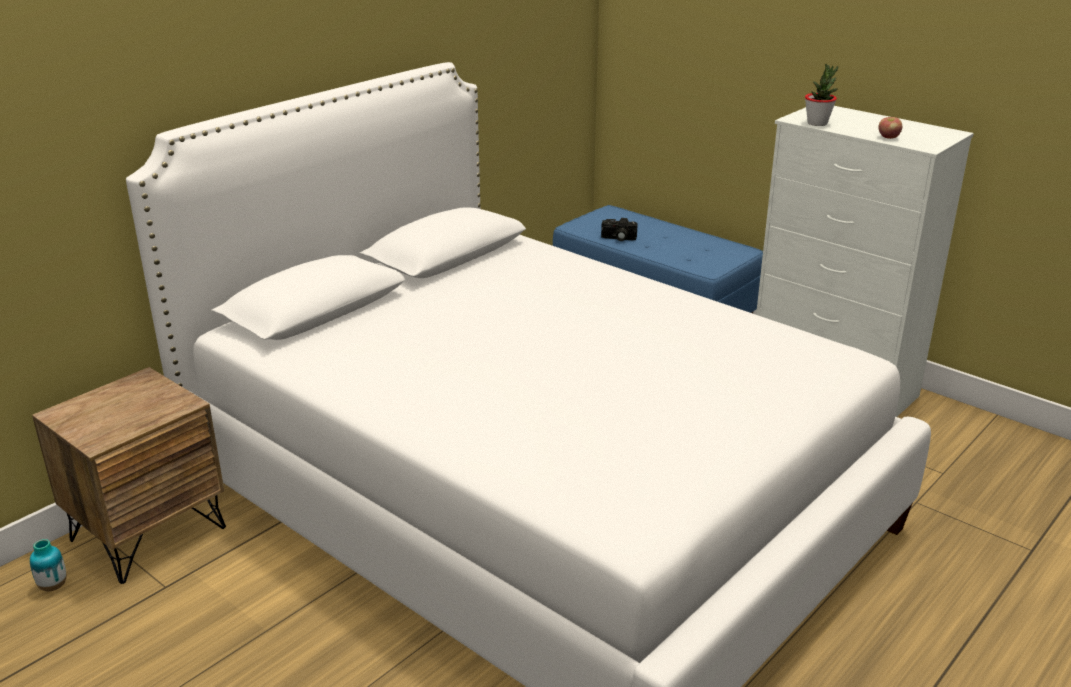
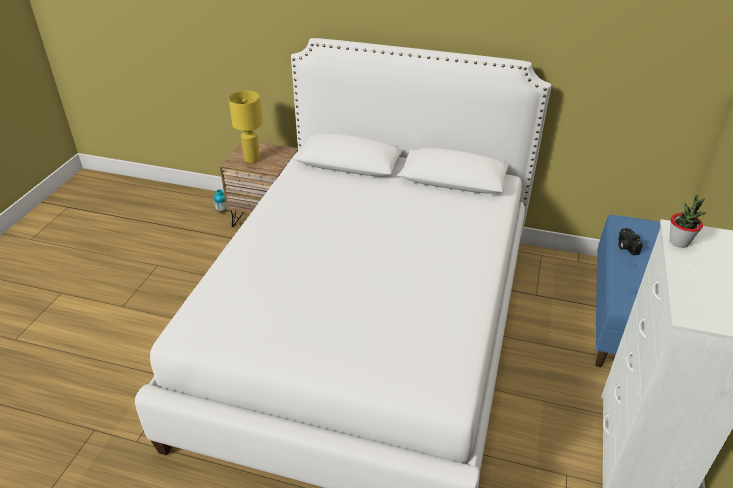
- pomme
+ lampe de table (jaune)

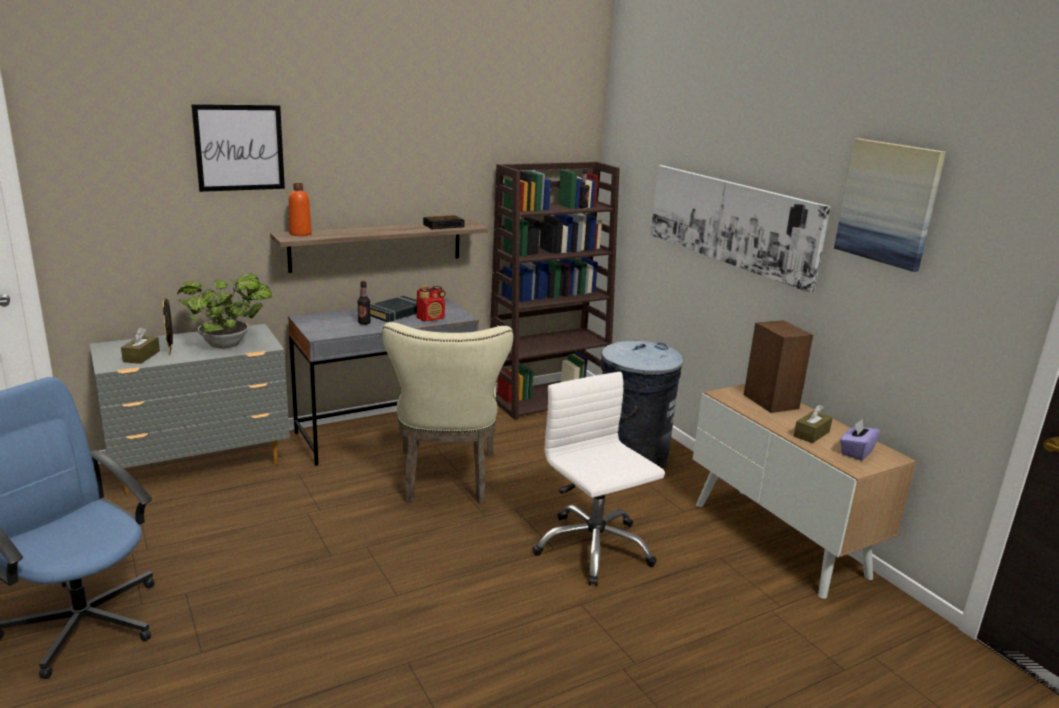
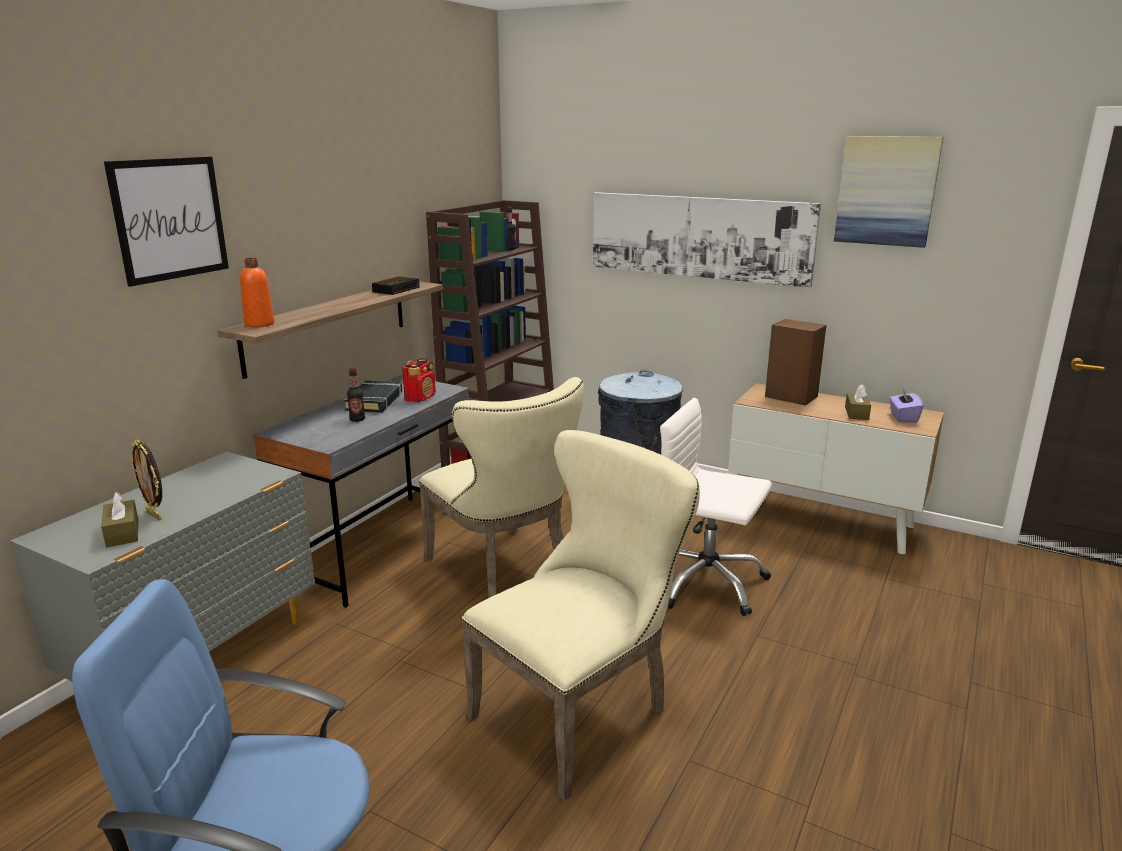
- plante en pot
+ chaise (beige) (no. 2 from left)

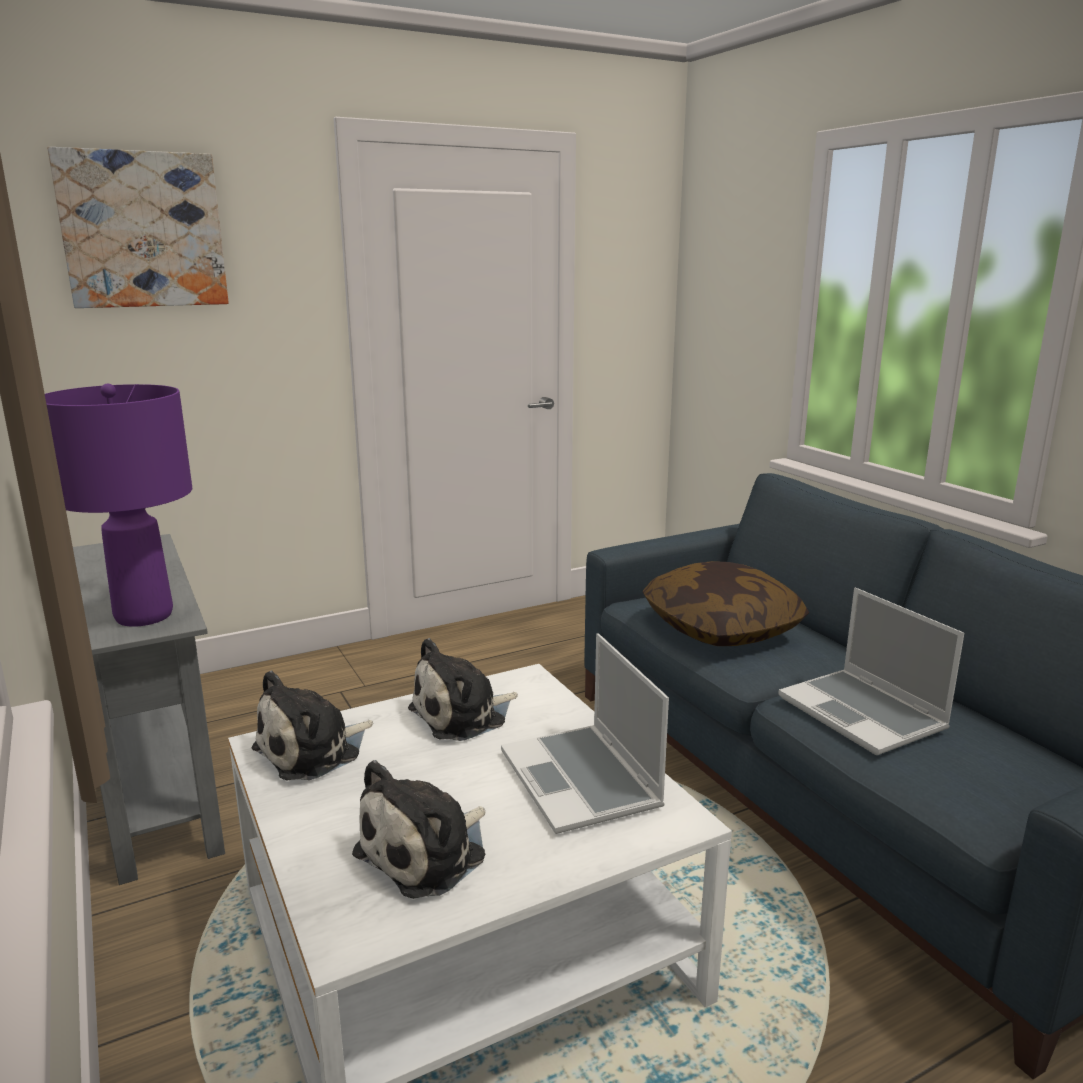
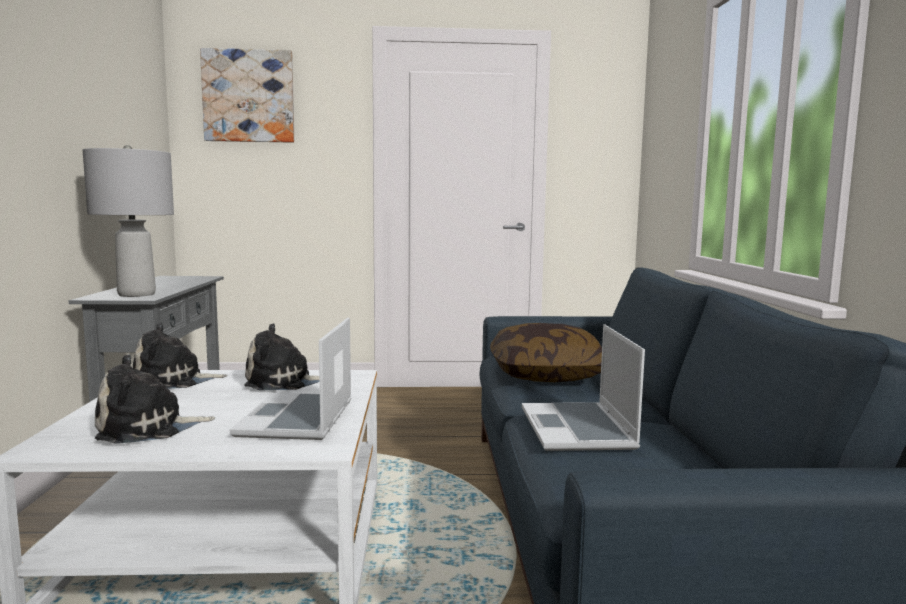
~ lampe de table (violet) to lampe de table (gris)

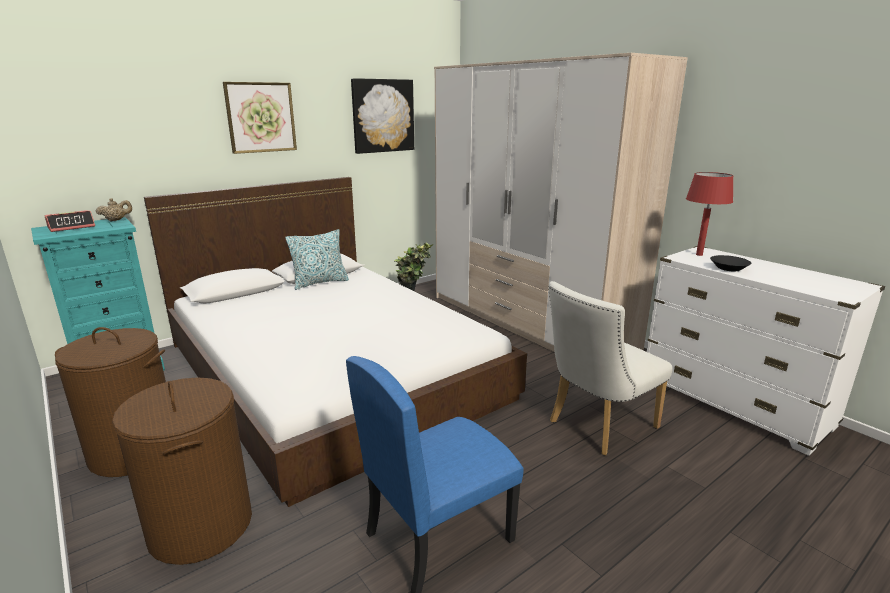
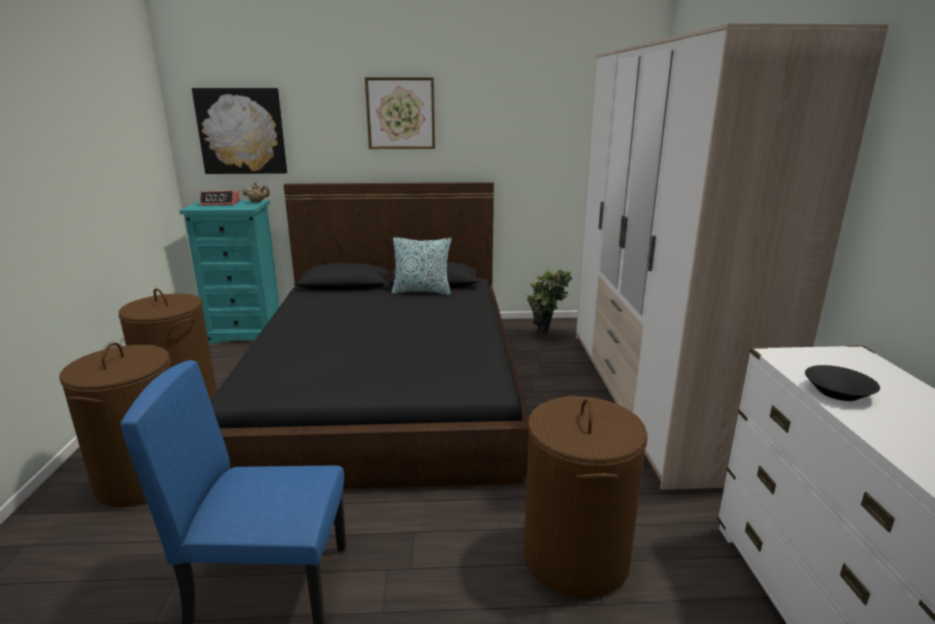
~ tableau (no. 2 from left in the first image) to tableau (no. 1 from left)
- lampe de table (rouge)
~ lit (blanc) to lit (noir)
~ chaise (blanc) to panier à linge (marron) (no. 3 from left)

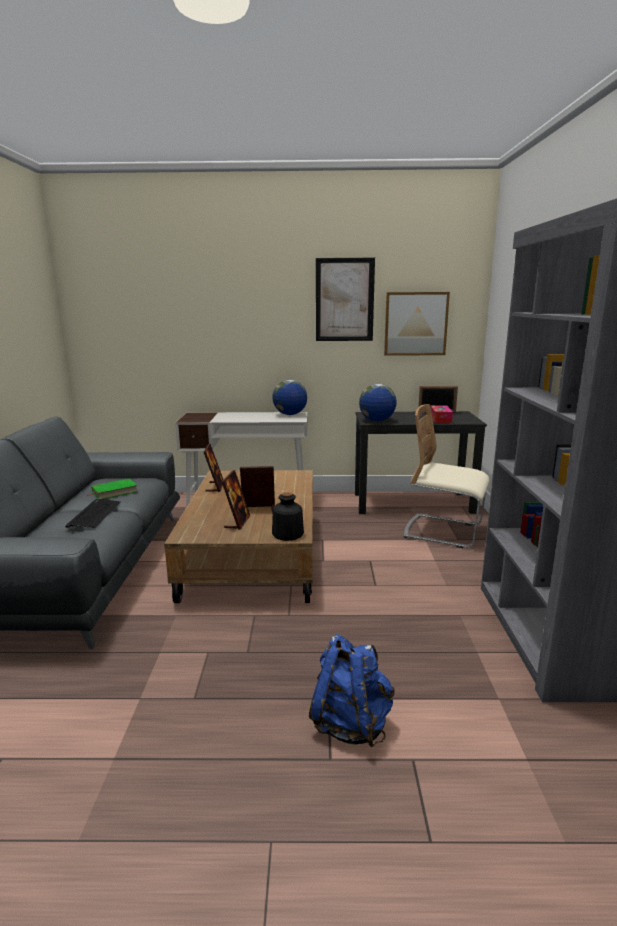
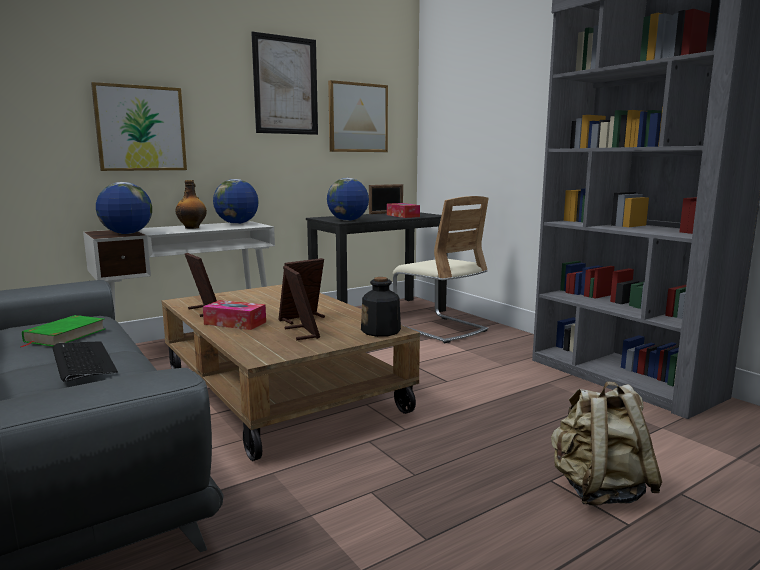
~ chaise (beige) 120 degrees counterclockwise
~ sac à dos (bleu) to sac à dos (beige)
+ tableau (no. 1 from left)
+ bouteille (no. 1 from left)
+ globe (no. 1 from left)
+ boîte à mouchoirs (no. 1 from left)

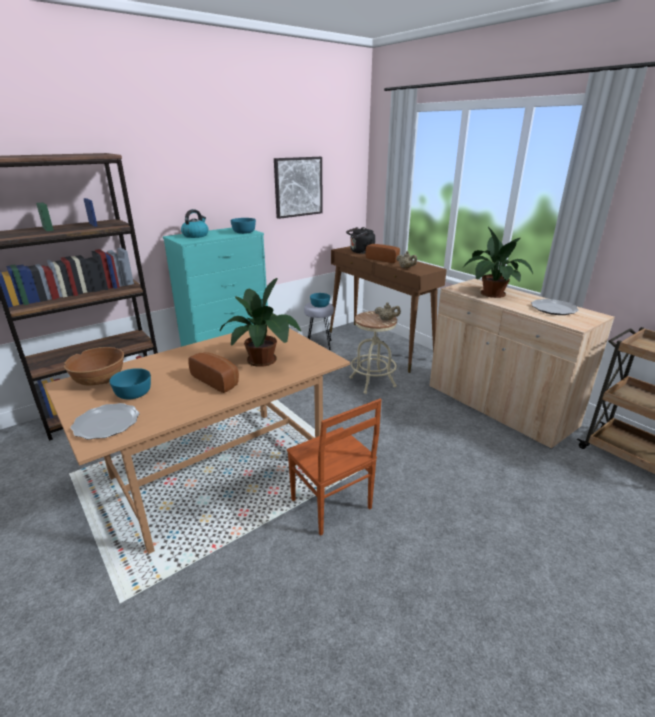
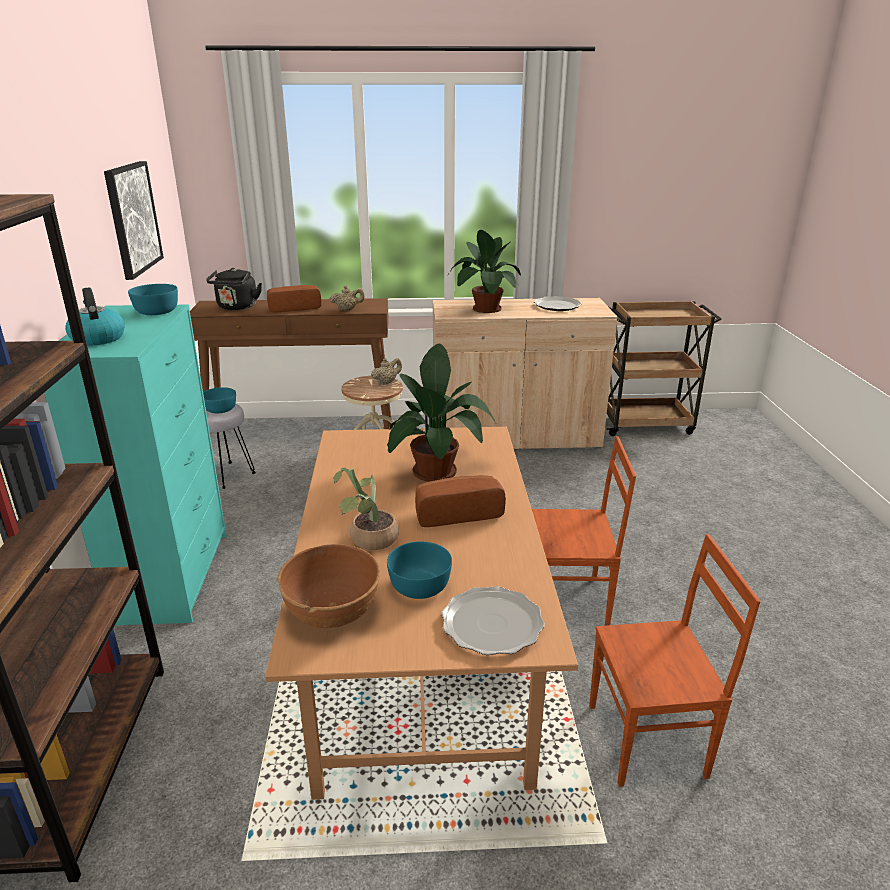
+ plante en pot (no. 1 from left)
+ chaise (marron) (no. 2 from left)

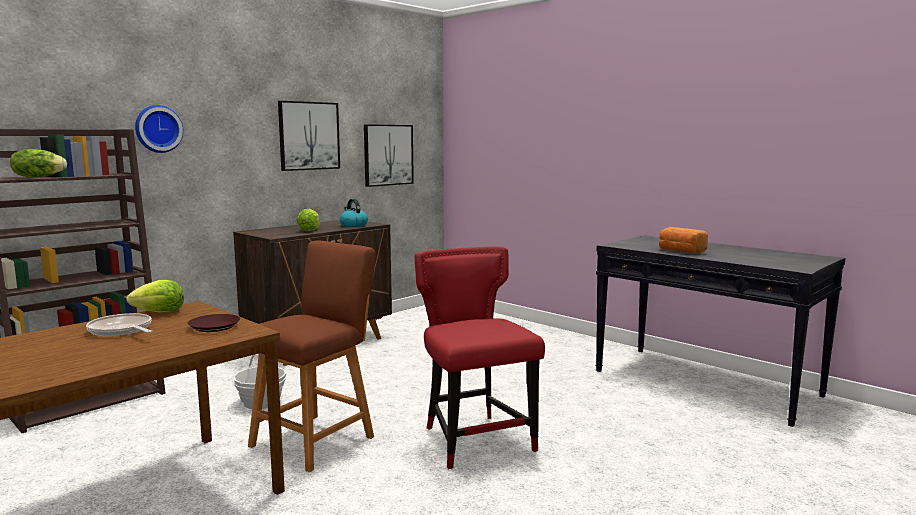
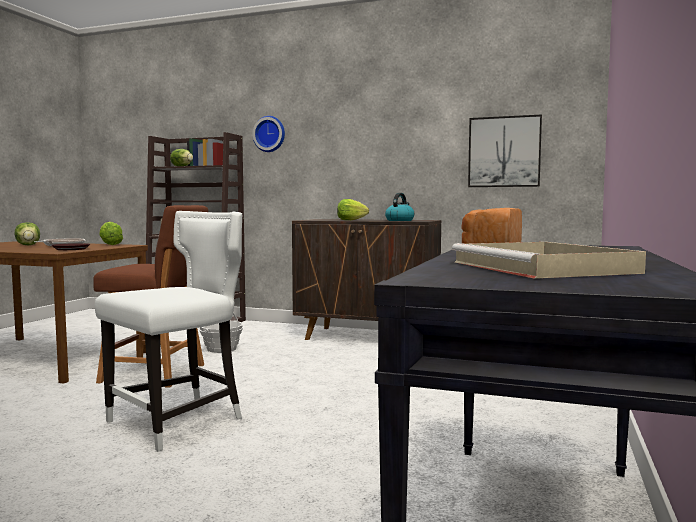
- tableau (no. 1 from left)
~ chaise (rouge) to chaise (blanc)
+ laitue (no. 1 from left)
+ plateau (beige)

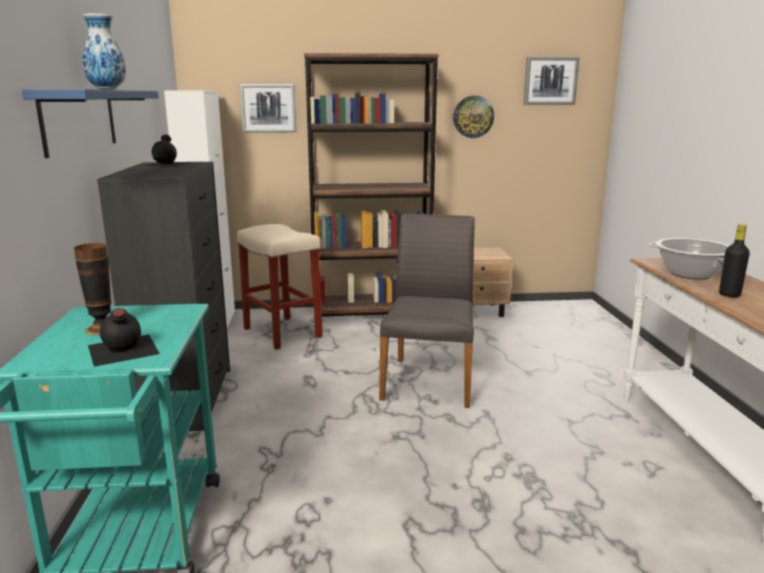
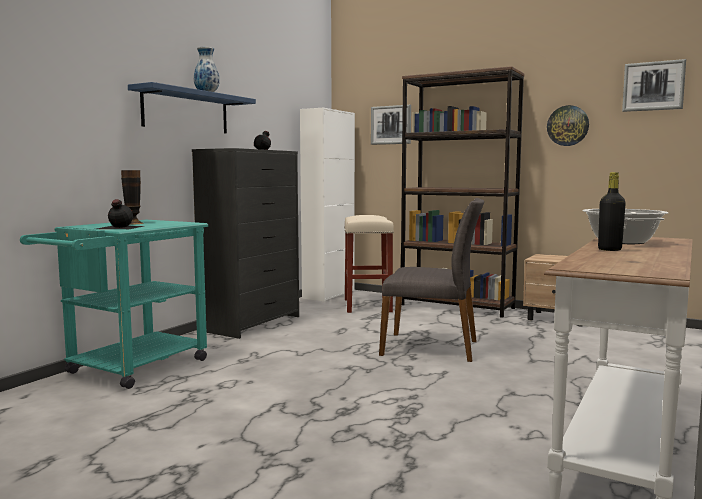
~ chaise (gris) 60 degrees clockwise

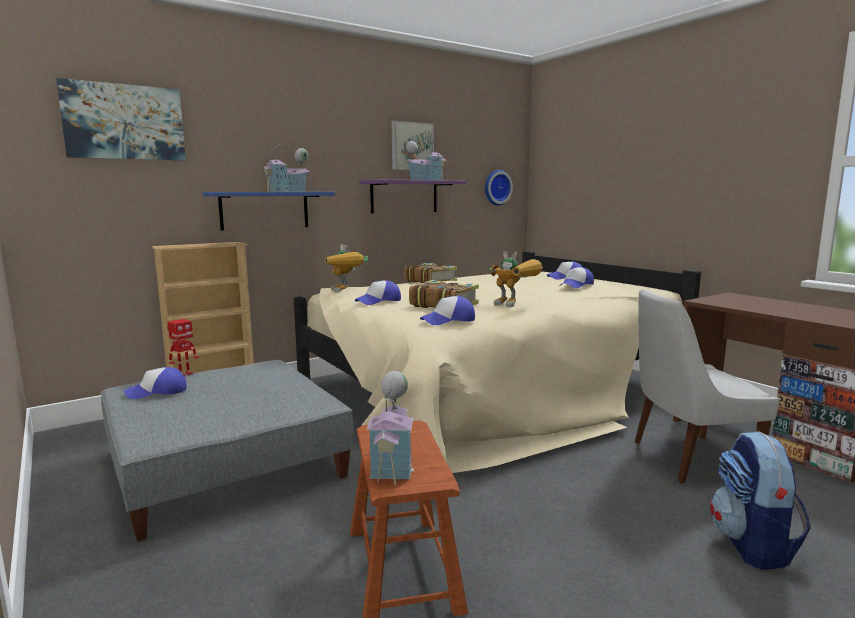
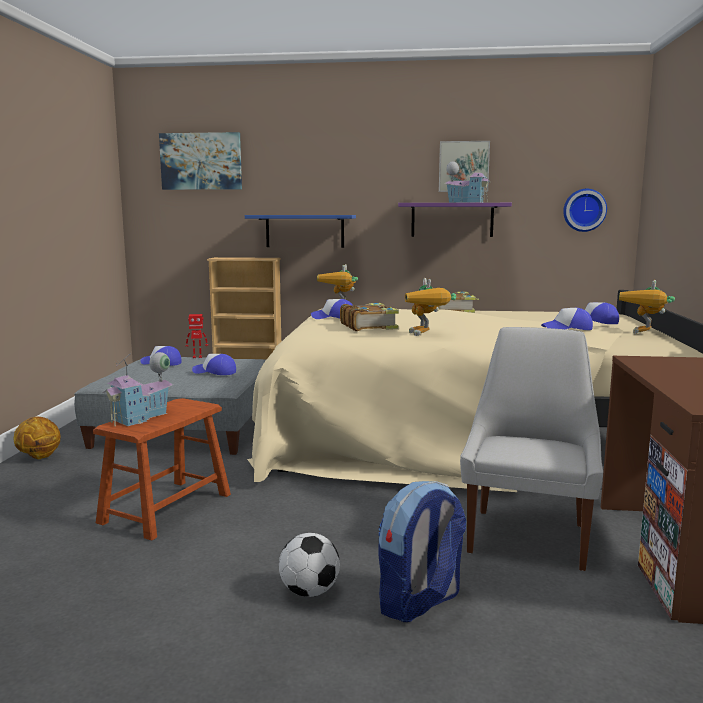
- maison miniature (no. 1 from left)
~ chaise (blanc) 75 degrees clockwise
~ casquette (no. 3 from left in the first image) to casquette (no. 2 from left)
+ robot jouet (no. 4 from left)
+ ballon de basket
+ ballon de foot

